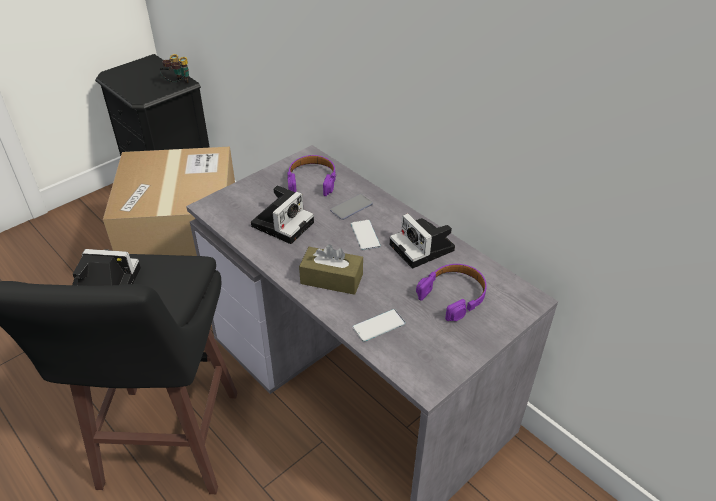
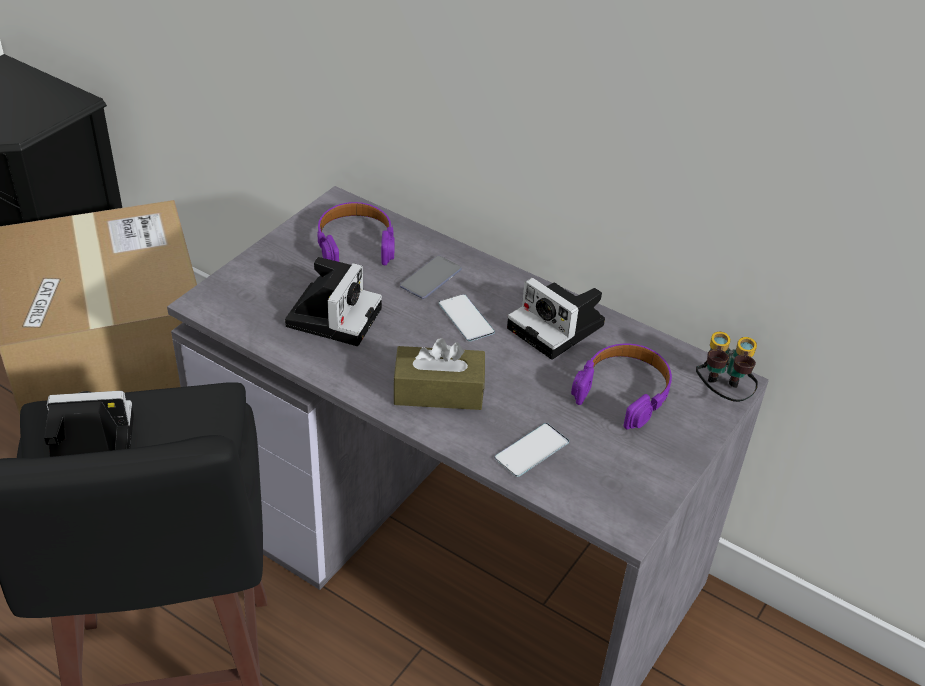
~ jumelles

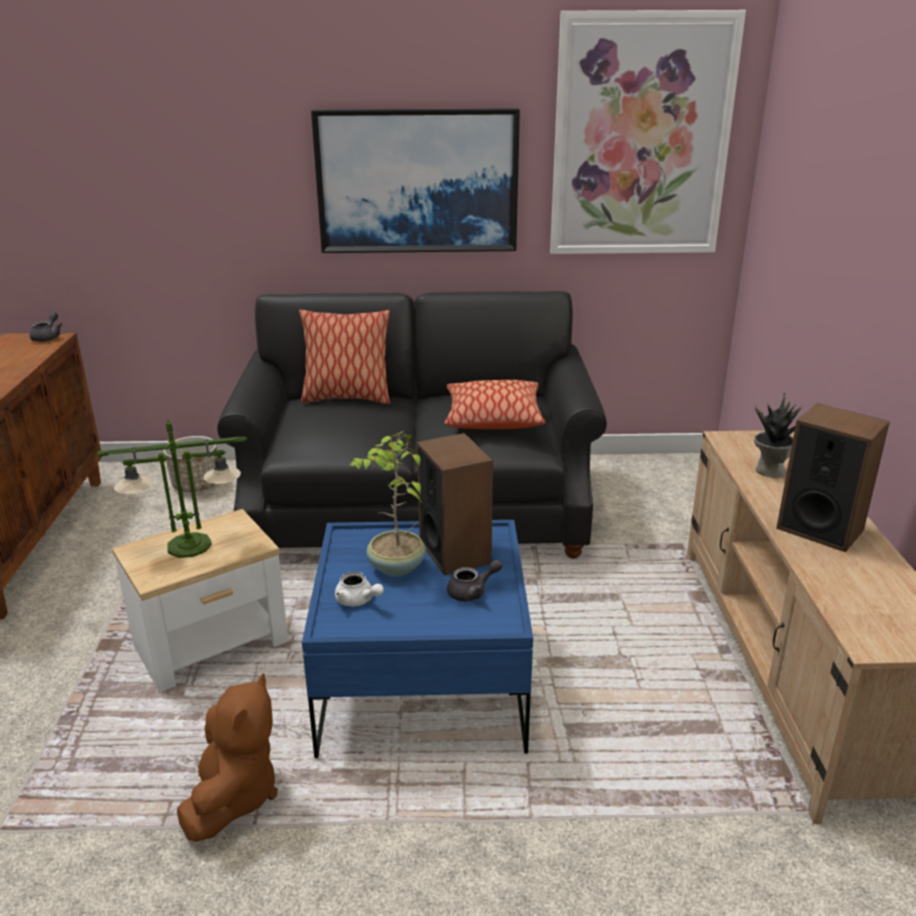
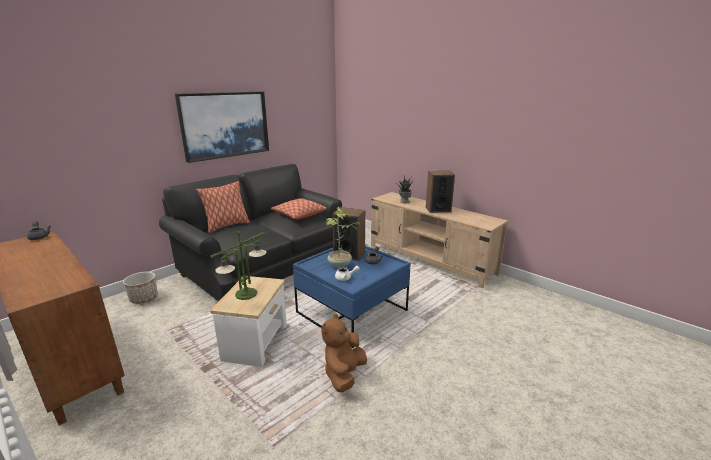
- tableau (no. 2 from left)
~ peluche (marron) 120 degrees counterclockwise

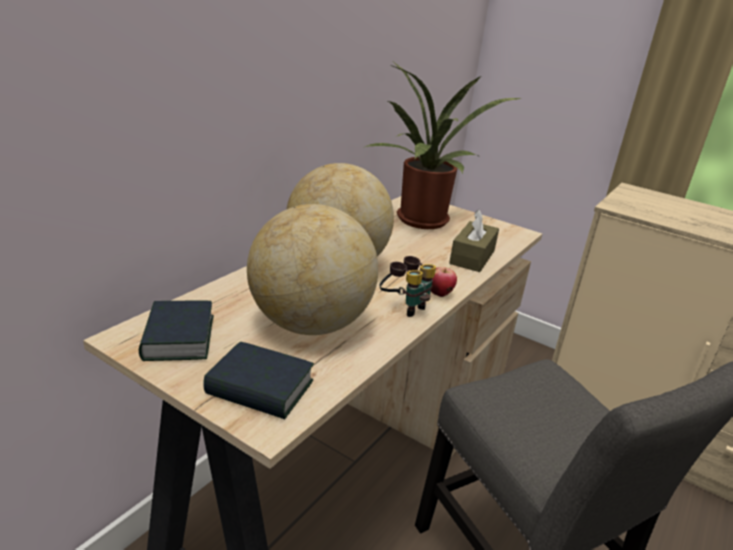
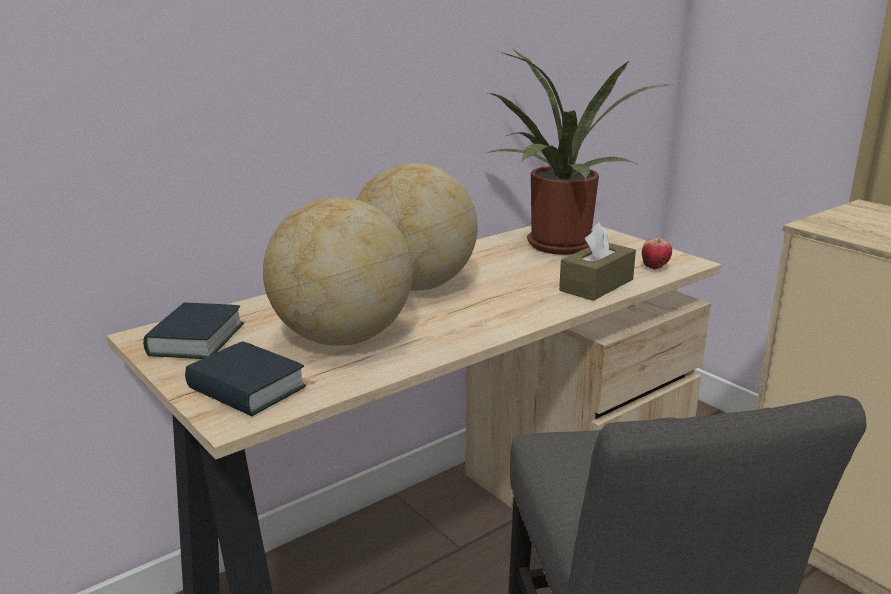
- jumelles
~ pomme

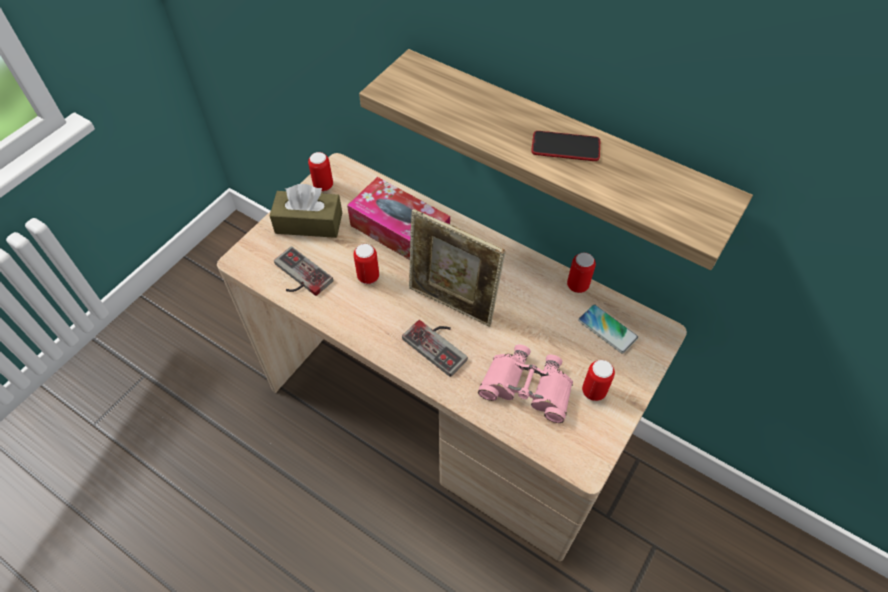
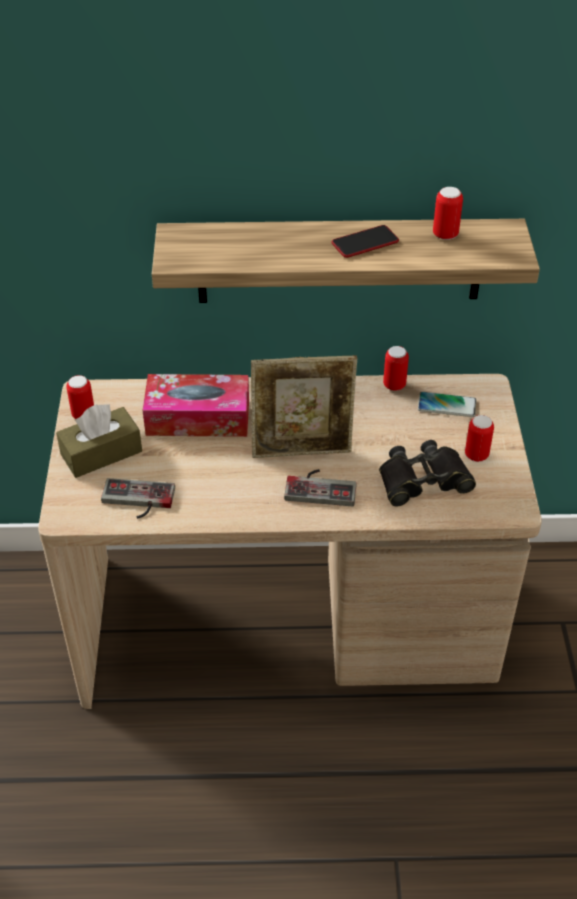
~ boîte métallique (no. 2 from left in the first image) to boîte métallique (no. 3 from left)
~ jumelles (rose) to jumelles (noir)

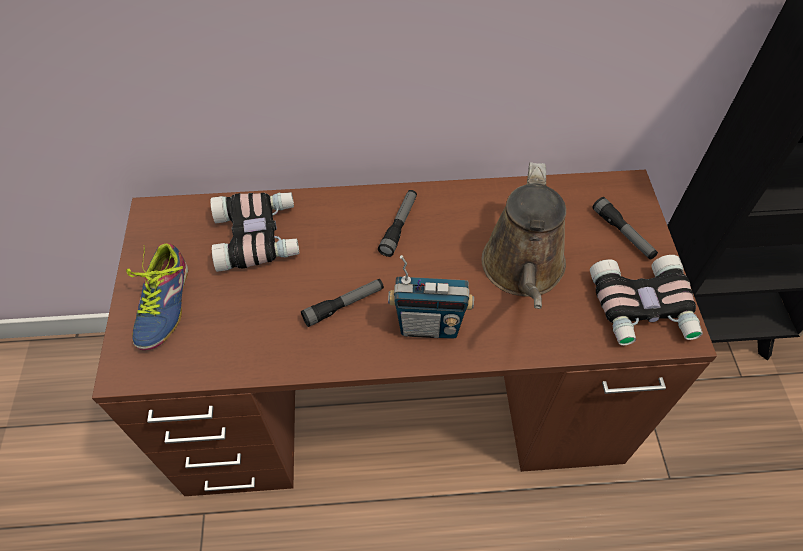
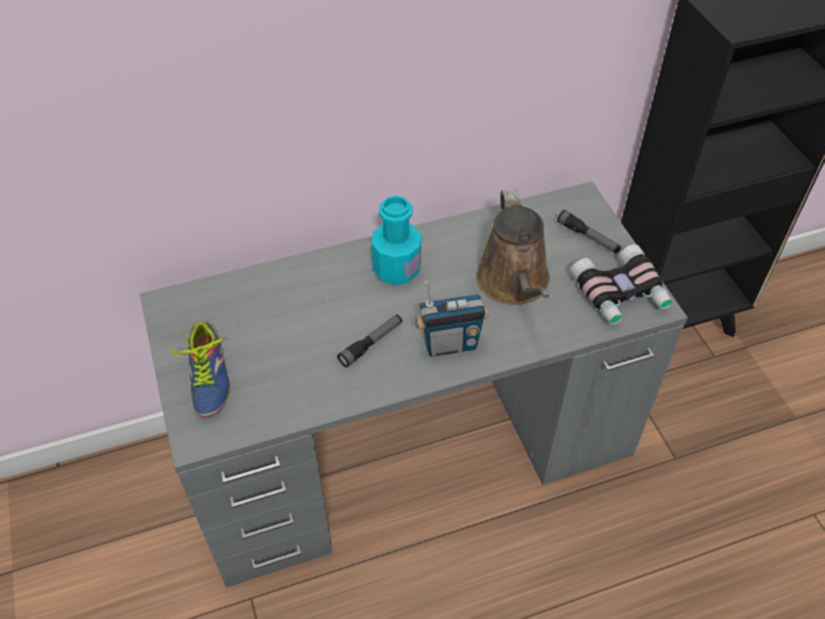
~ bureau (marron) to bureau (gris)
~ lampe de poche (no. 2 from left) to bouteille (turquoise)
- jumelles (no. 1 from left)

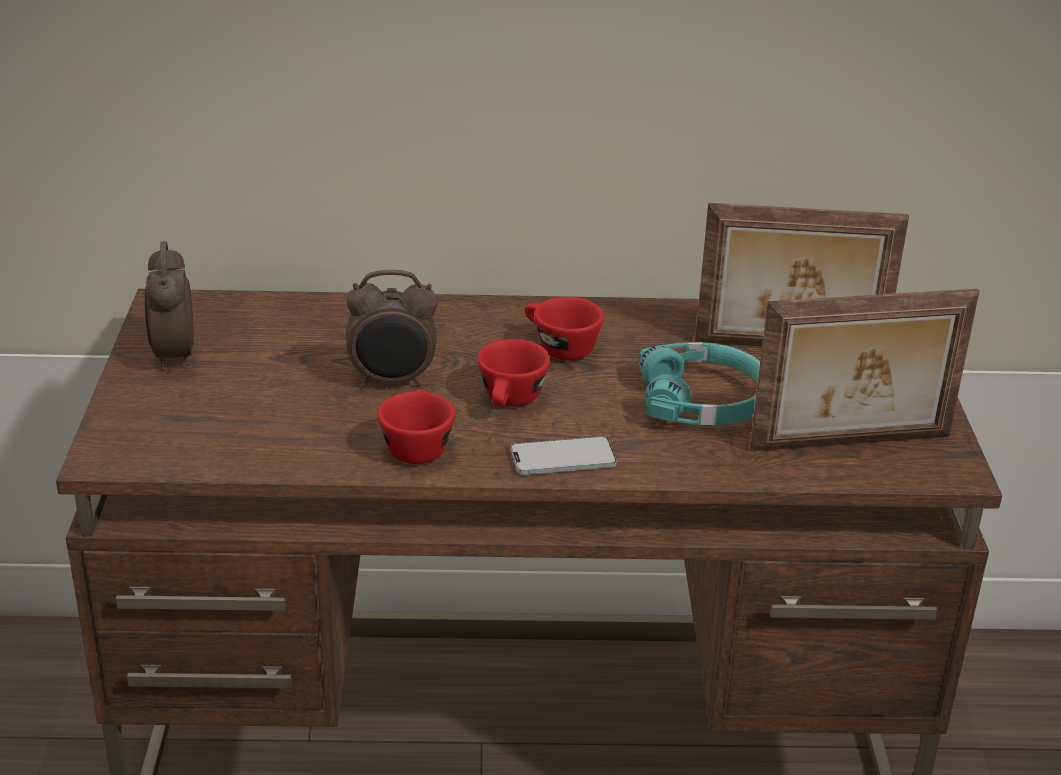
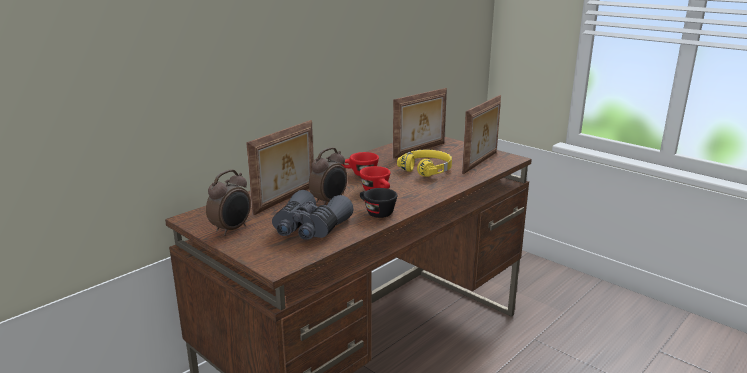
~ réveil (no. 1 from left) 90 degrees counterclockwise
~ casque audio (turquoise) to casque audio (jaune)
~ tasse (rouge) (no. 1 from left) to tasse (noir)
- téléphone
+ cadre photo (no. 1 from left)
+ jumelles (gris)

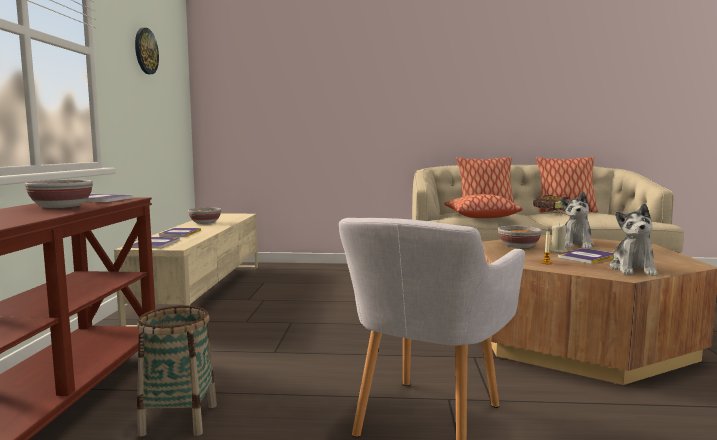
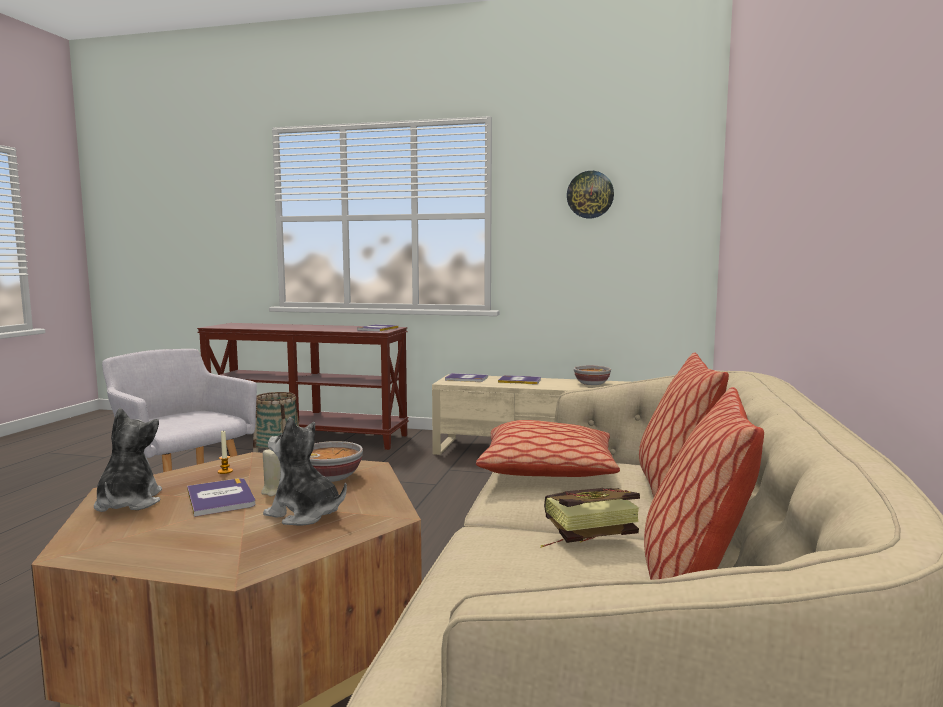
- bol (no. 1 from left)
~ peluche (no. 2 from left in the first image) 60 degrees clockwise

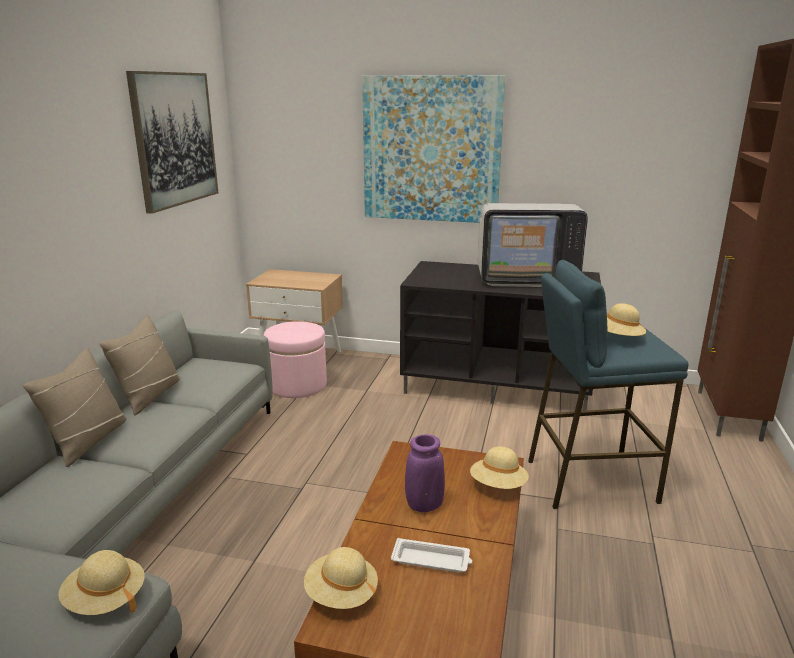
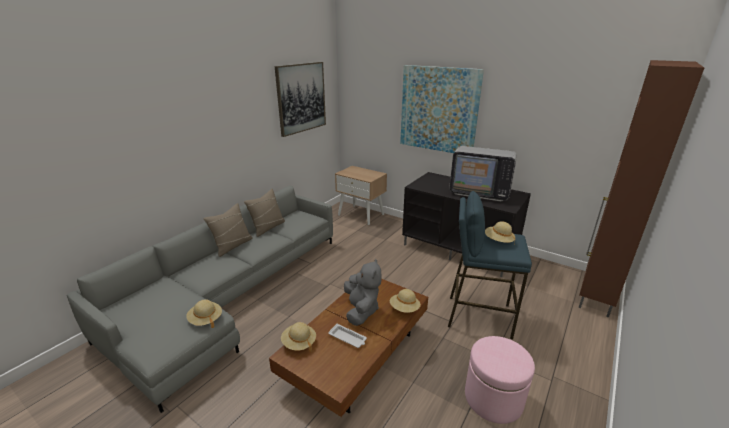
~ pouf (rose)
~ vase (violet) to peluche (gris)

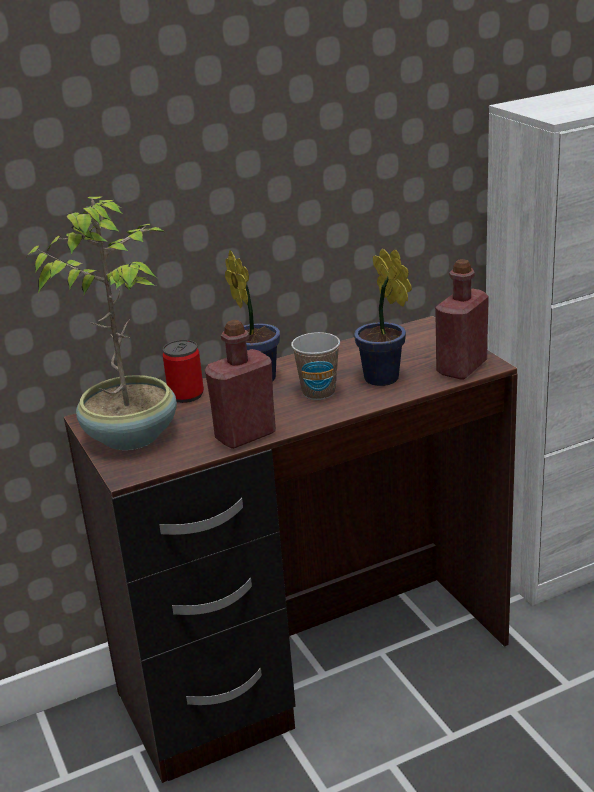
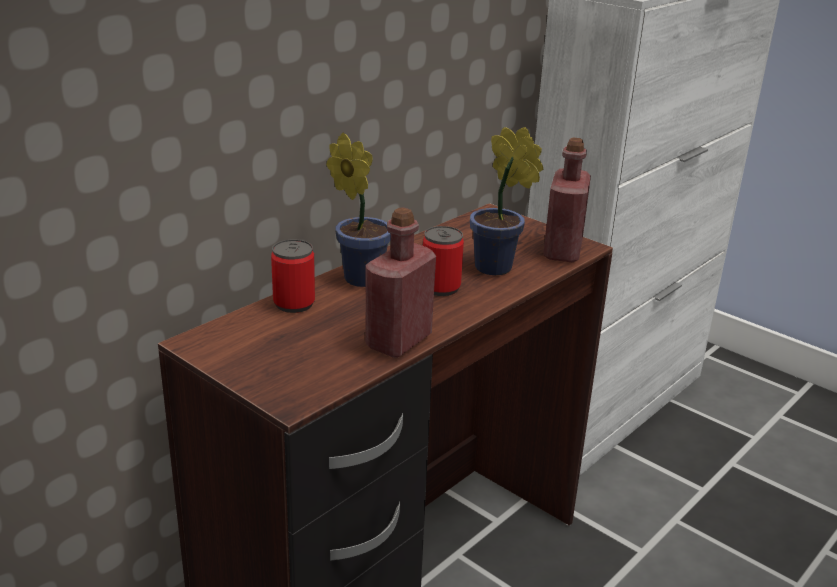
- plante en pot (no. 1 from left)
~ tasse to boîte métallique (no. 2 from left)

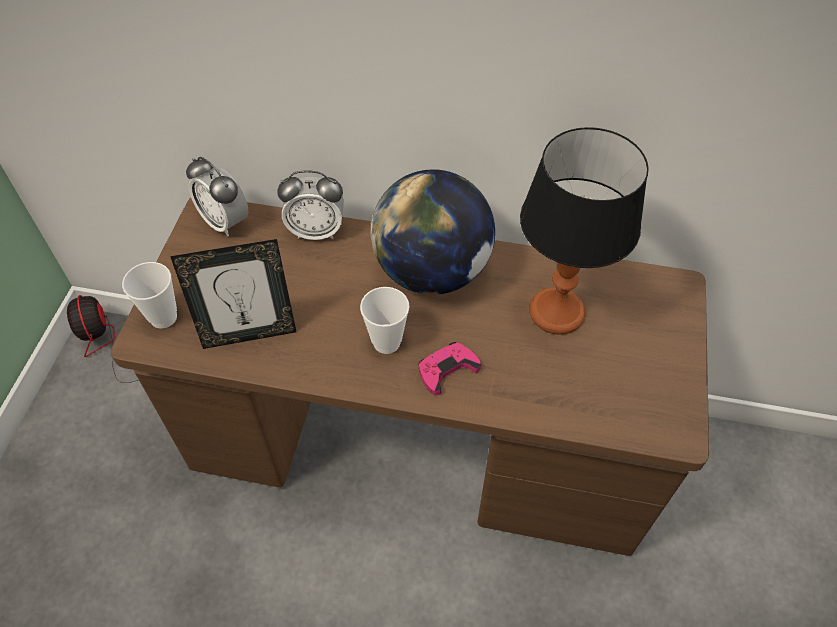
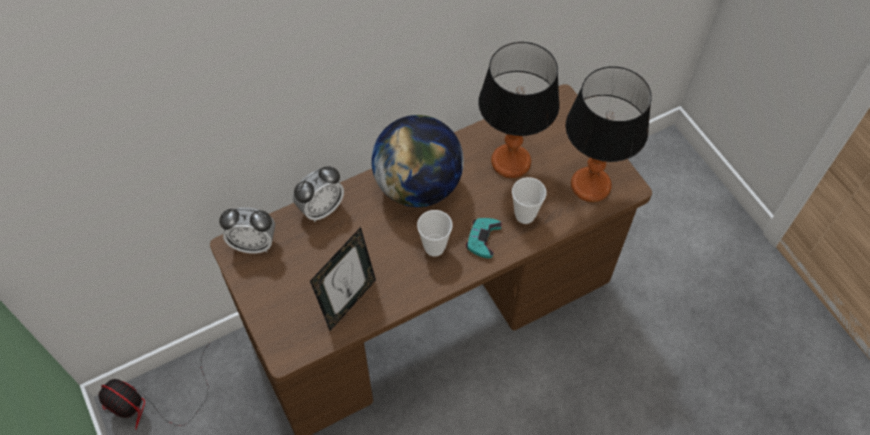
~ tasse (no. 1 from left in the first image) to tasse (no. 2 from left)
~ manette (rose) to manette (turquoise)
+ lampe de table (no. 2 from left)

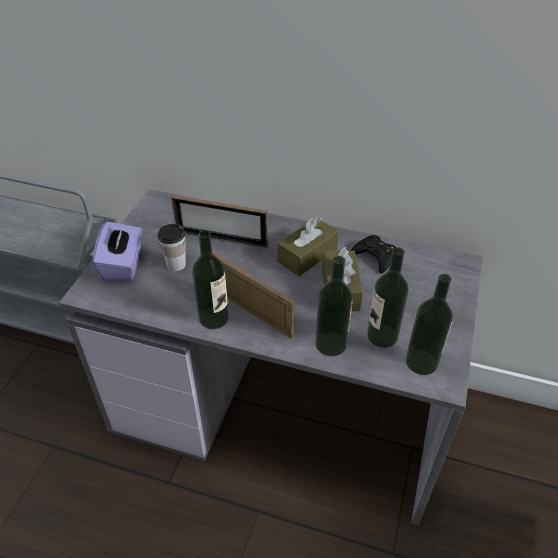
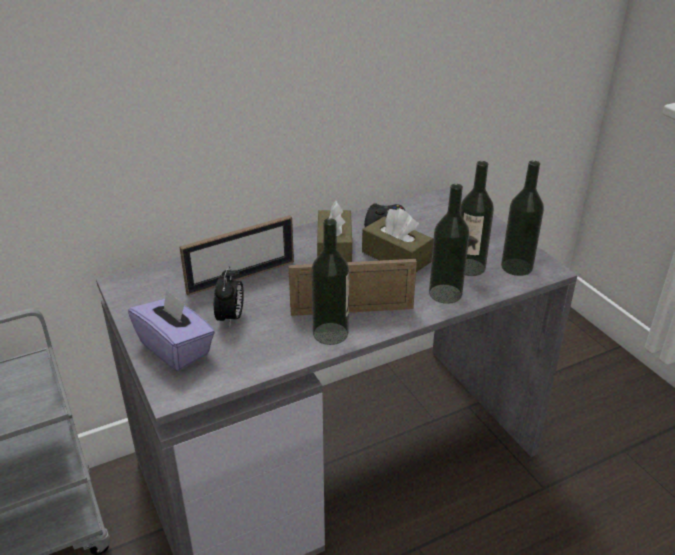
~ tasse to réveil

